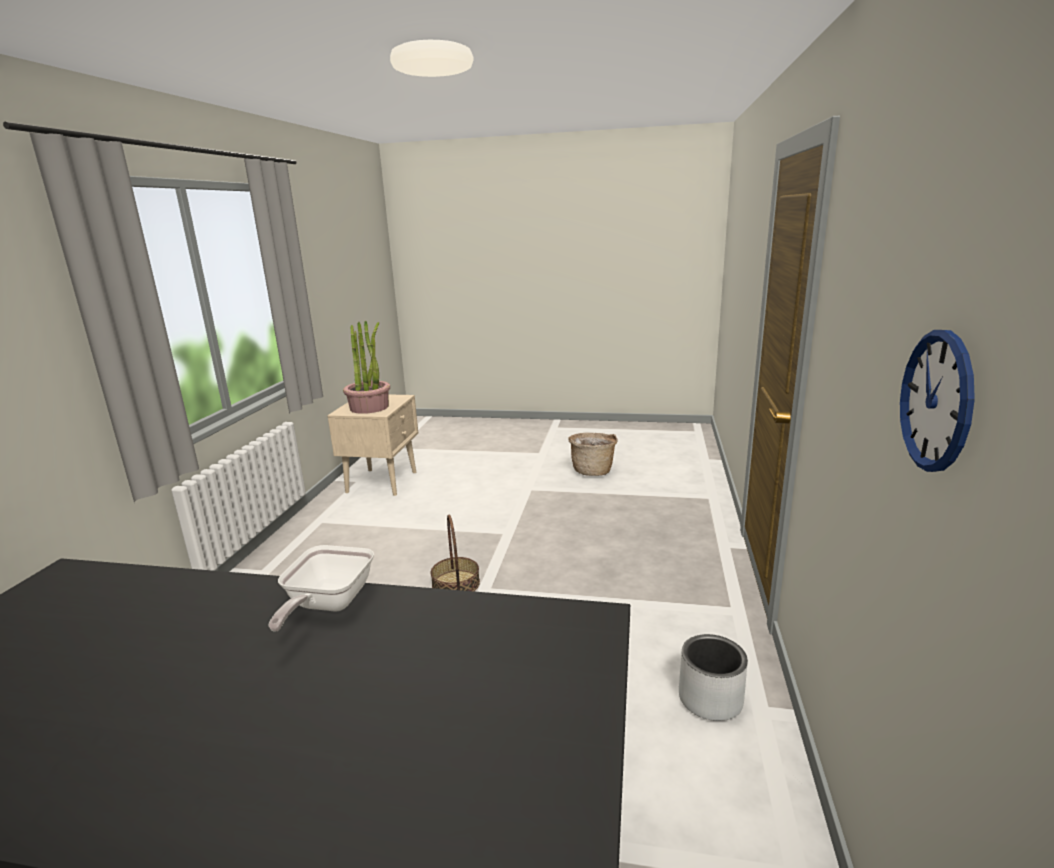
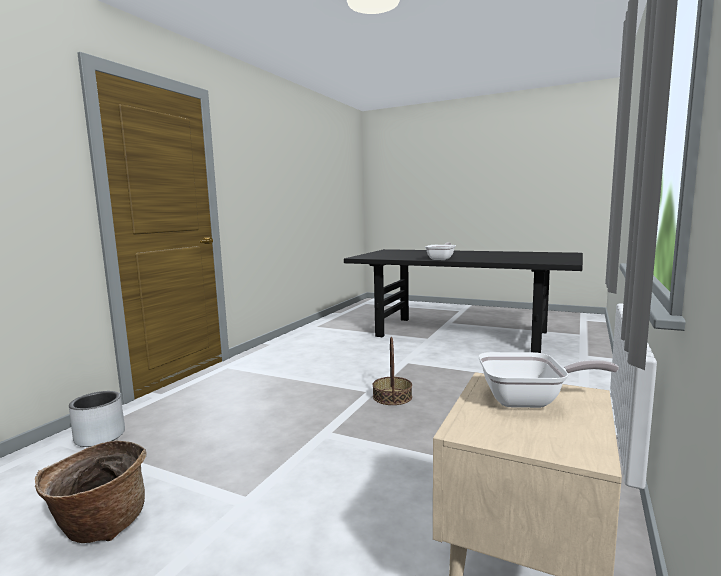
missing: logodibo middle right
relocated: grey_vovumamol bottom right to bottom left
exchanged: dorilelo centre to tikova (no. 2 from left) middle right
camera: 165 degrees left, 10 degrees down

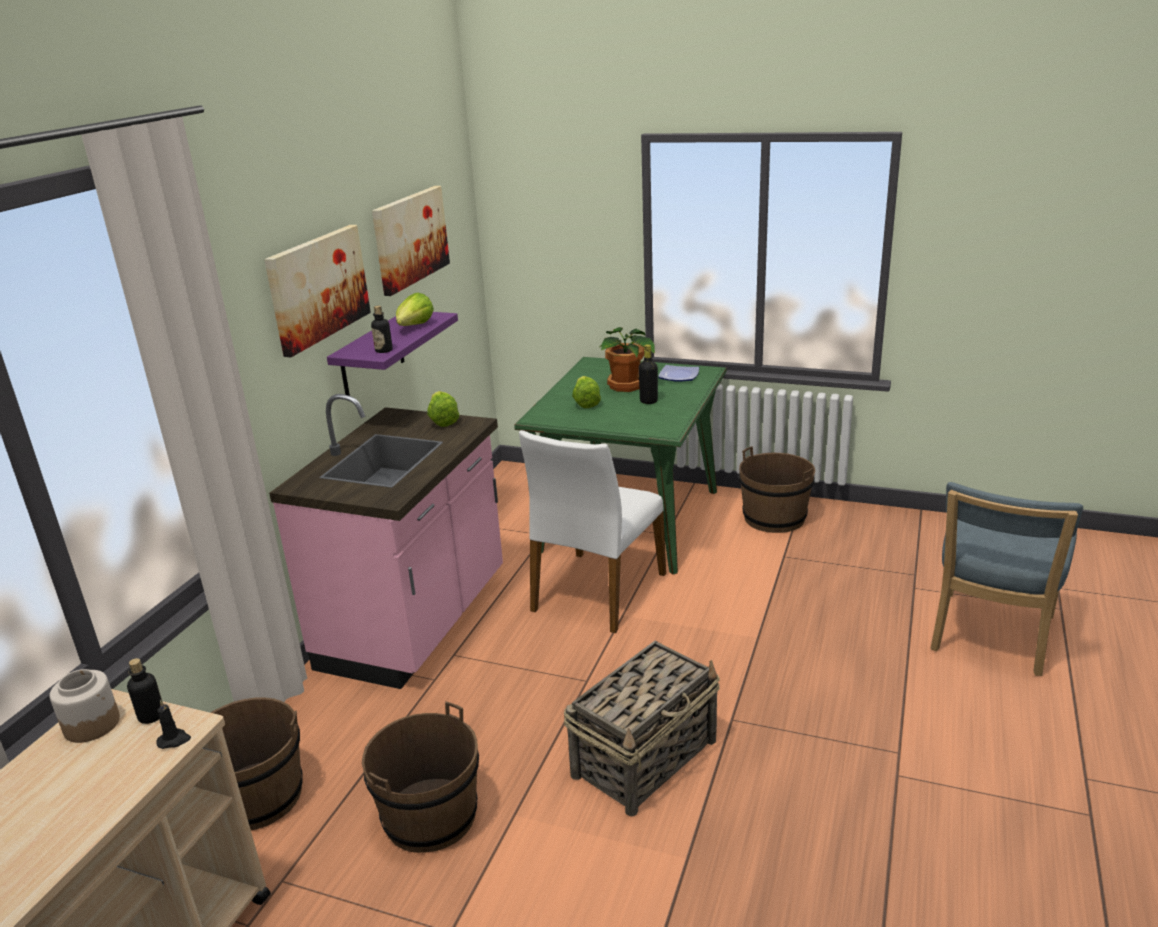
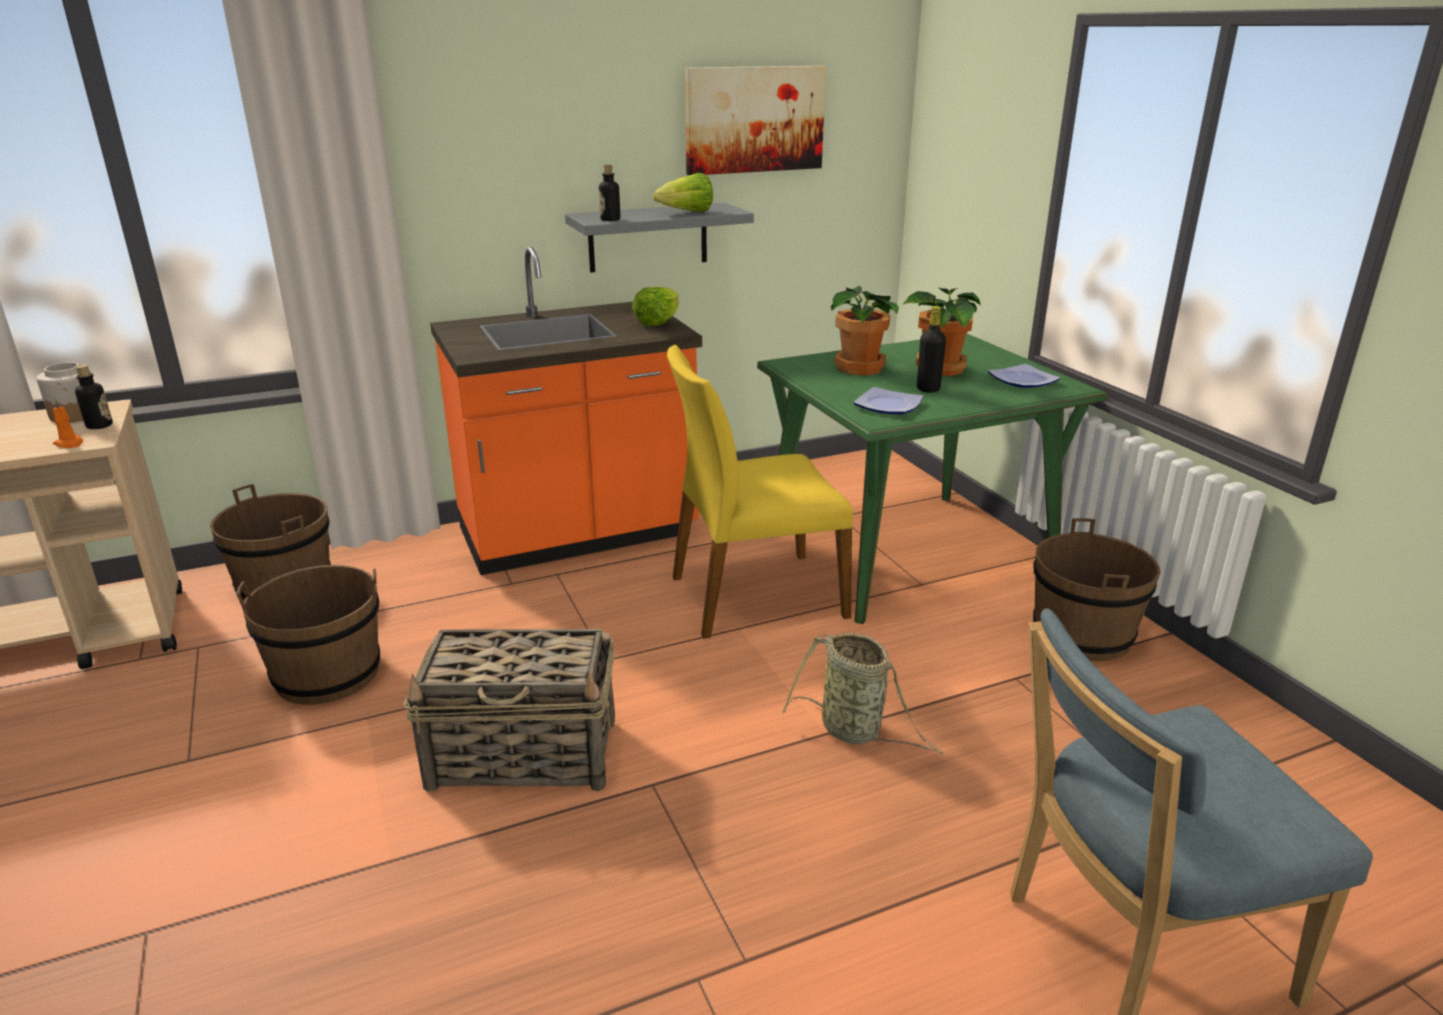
missing: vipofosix (no. 1 from left) top left
appeared: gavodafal (no. 1 from left) centre; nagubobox (no. 2 from left) bottom centre
exchanged: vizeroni (no. 3 from left) centre to dorilelo (no. 1 from left) top centre
colour: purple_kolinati centre to grey_kolinati top centre; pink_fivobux centre to orange_fivobux centre; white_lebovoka centre to yellow_lebovoka centre; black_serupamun bottom left to orange_serupamun middle left
camera: 45 degrees right, 0 degrees up

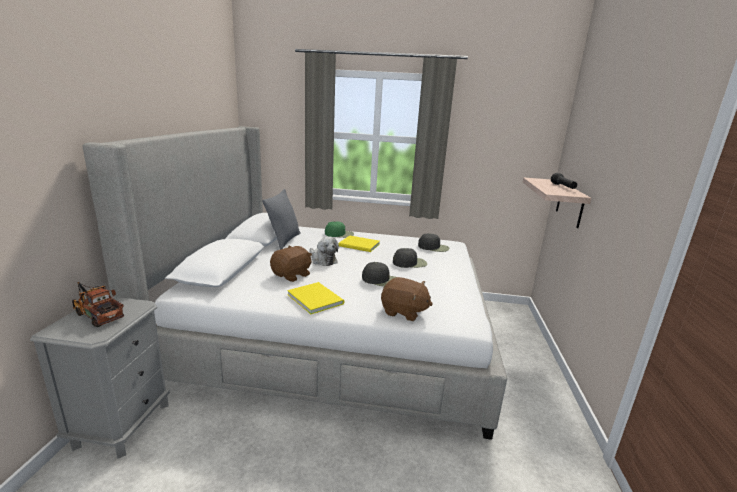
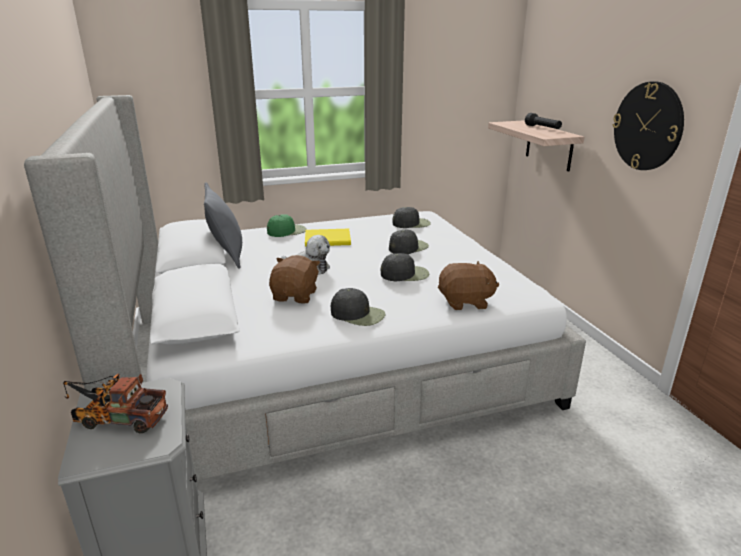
appeared: logodibo top right
exchanged: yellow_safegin (no. 1 from left) centre to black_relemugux (no. 1 from left) centre
camera: 25 degrees left, 5 degrees up

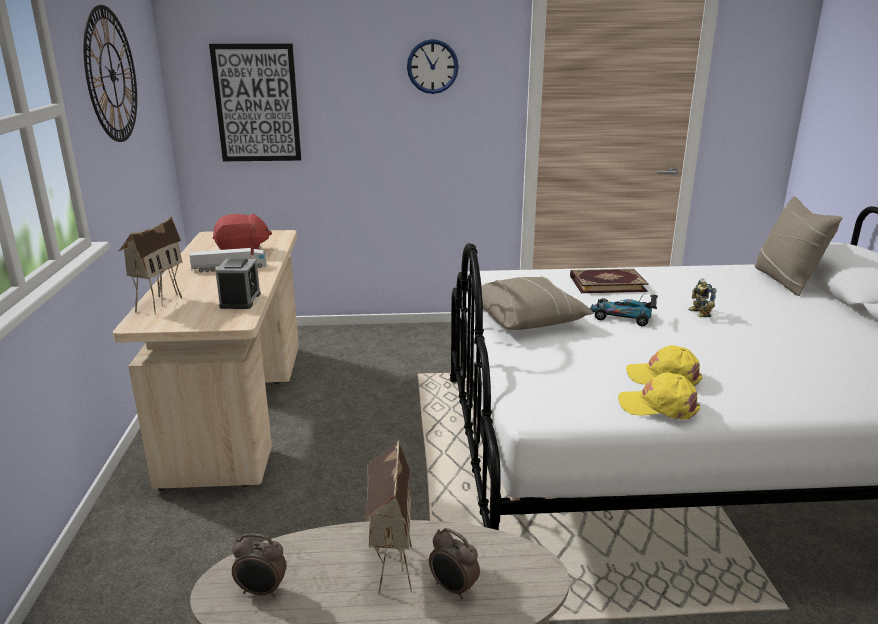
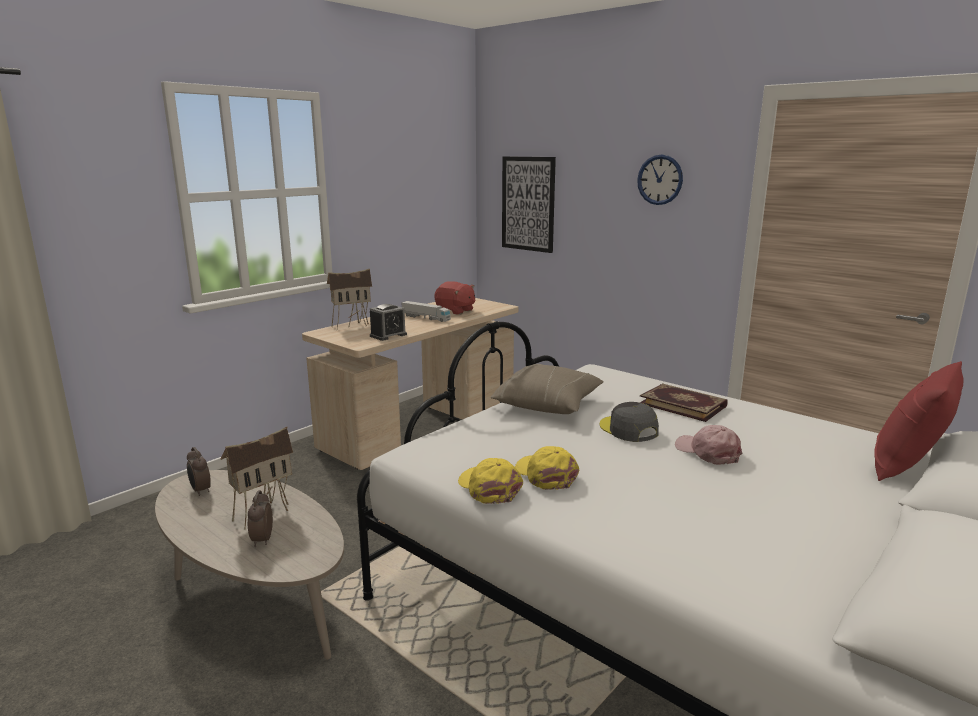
missing: logodibo (no. 1 from left) top left
exchanged: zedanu middle right to pink_relemugux middle right; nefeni middle right to grey_relemugux centre
colour: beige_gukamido (no. 2 from left) middle right to red_gukamido middle right
camera: 45 degrees right, 5 degrees down

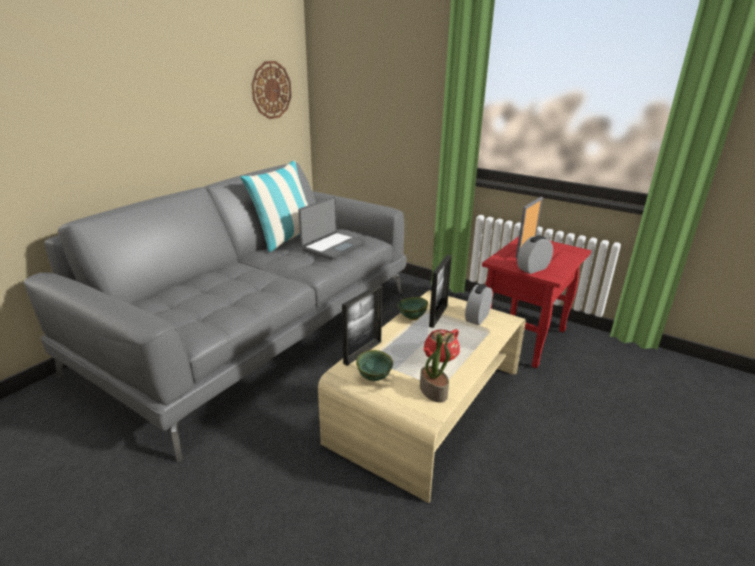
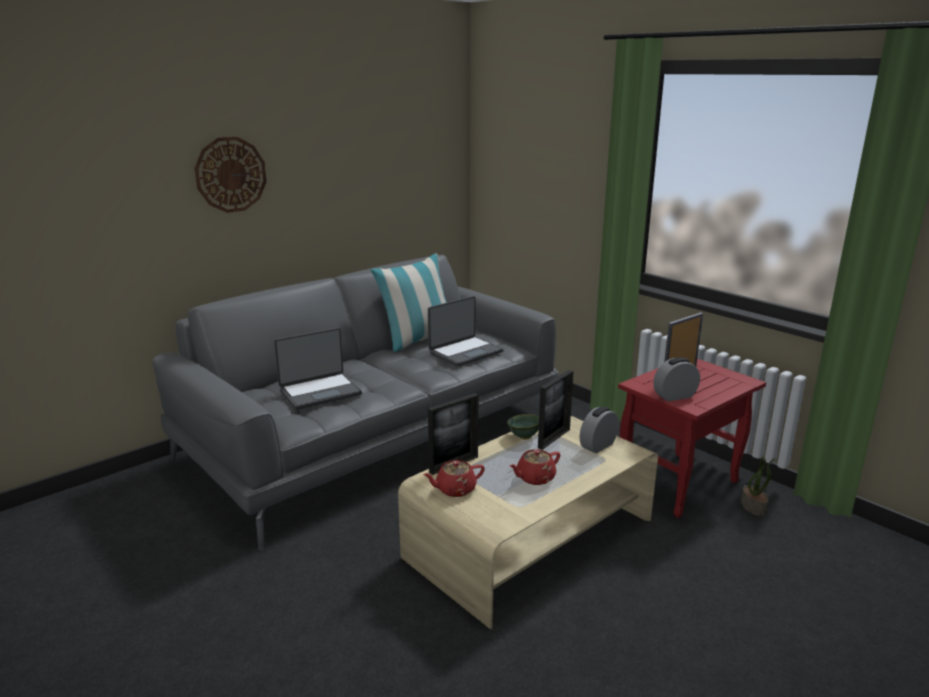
appeared: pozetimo (no. 1 from left) centre
relocated: logodibo top centre to top left; dorilelo centre to bottom right
exchanged: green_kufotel (no. 1 from left) centre to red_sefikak (no. 1 from left) bottom centre
camera: 15 degrees right, 5 degrees down

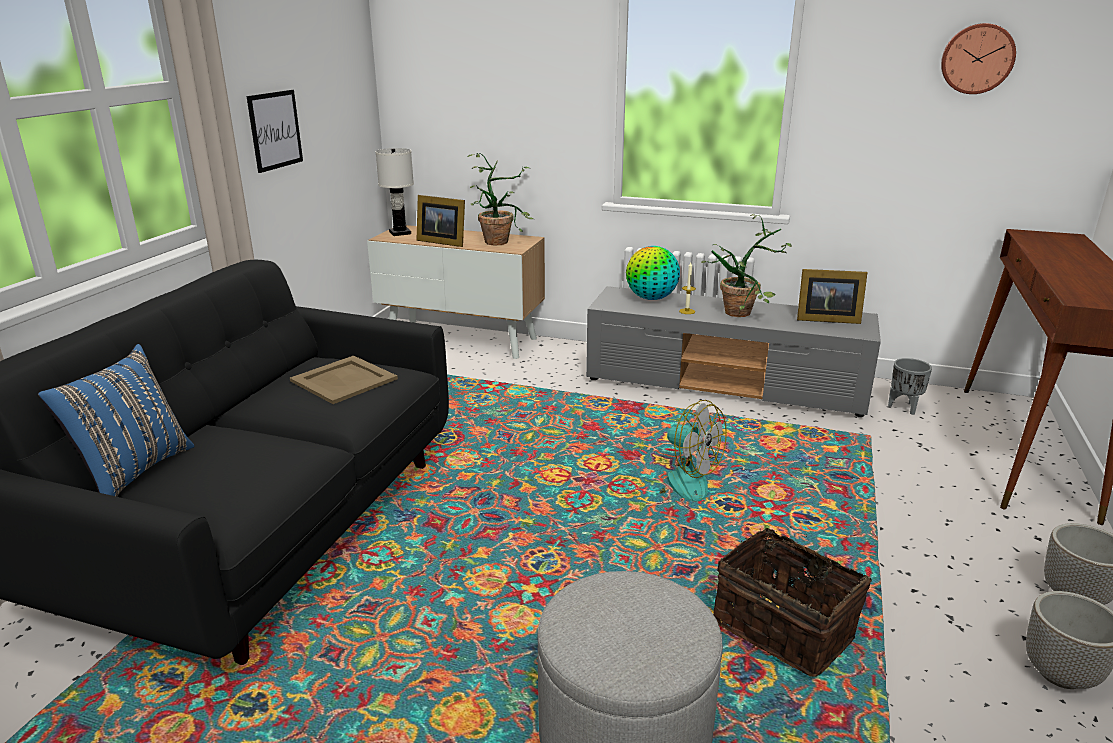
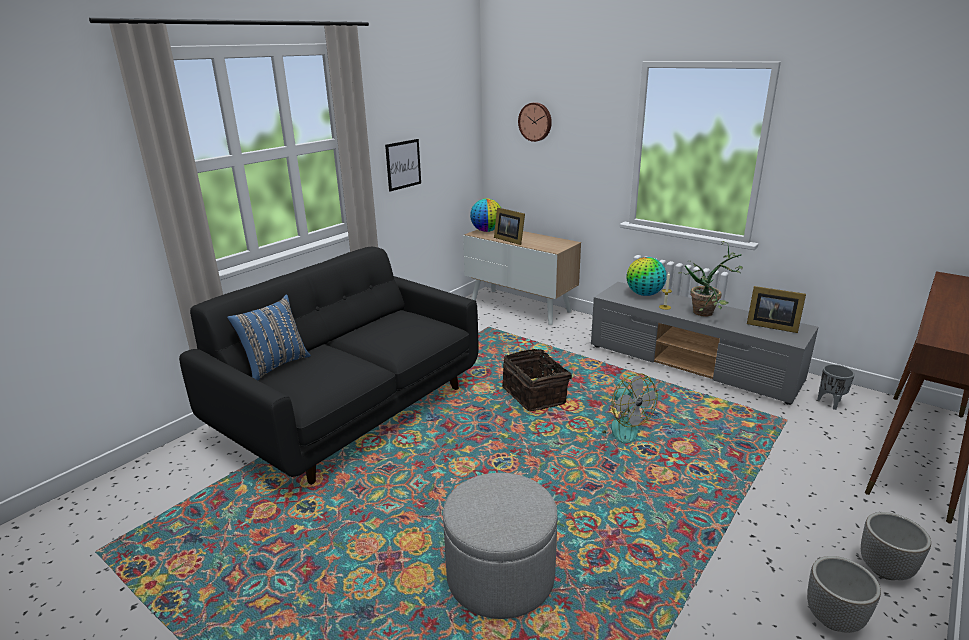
missing: dorilelo (no. 1 from left) top centre; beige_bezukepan middle left
relocated: logodibo top right to top centre; nagubobox bottom right to centre
exchanged: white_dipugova top centre to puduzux (no. 1 from left) centre
camera: 20 degrees right, 0 degrees up

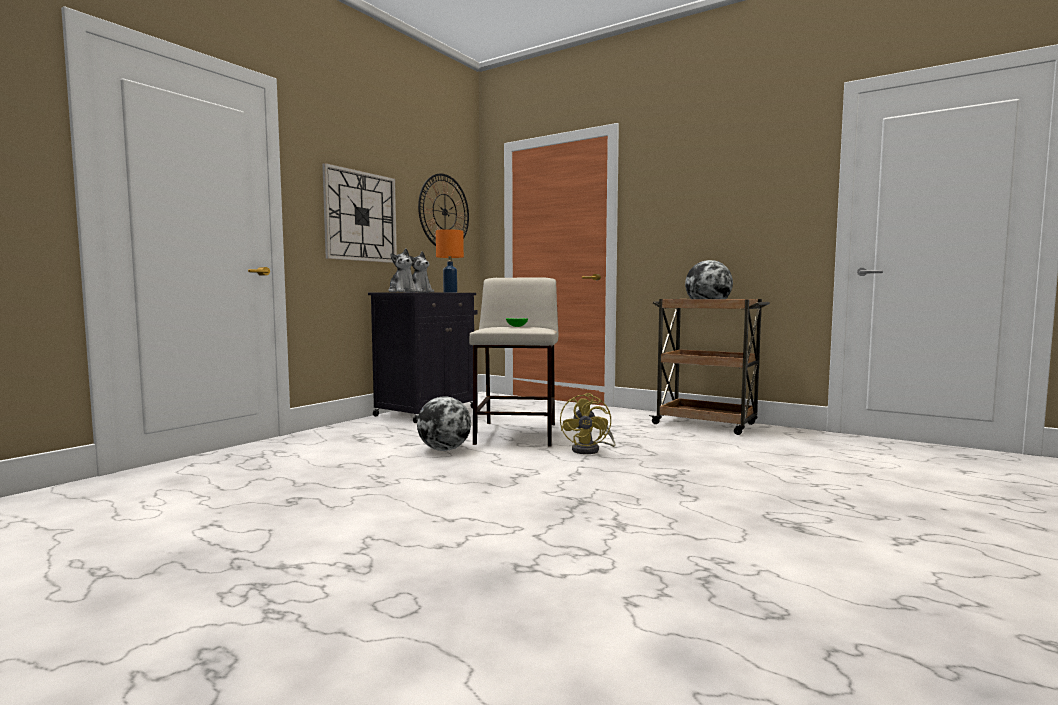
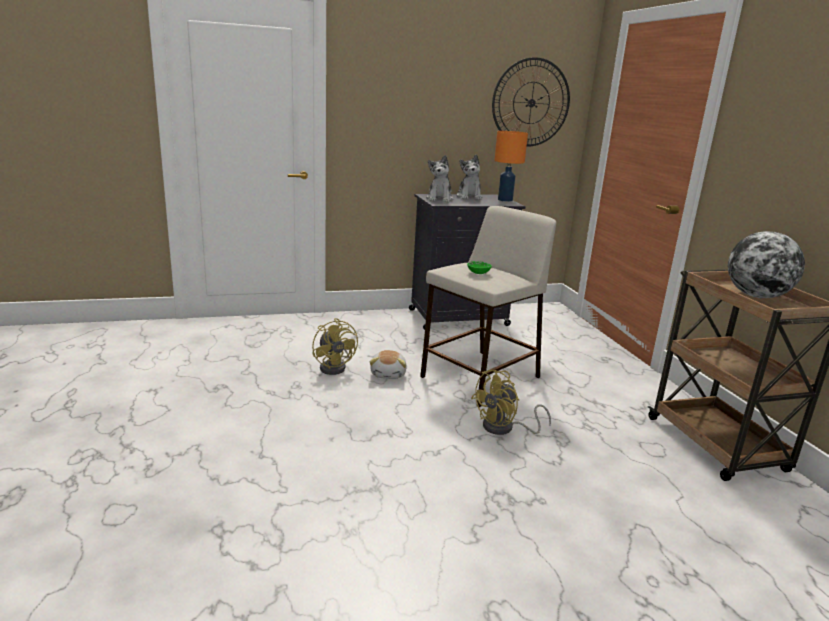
missing: logodibo (no. 1 from left) top centre
appeared: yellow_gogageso (no. 1 from left) centre
exchanged: puduzux (no. 1 from left) centre to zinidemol (no. 1 from left) centre
camera: 40 degrees right, 15 degrees up

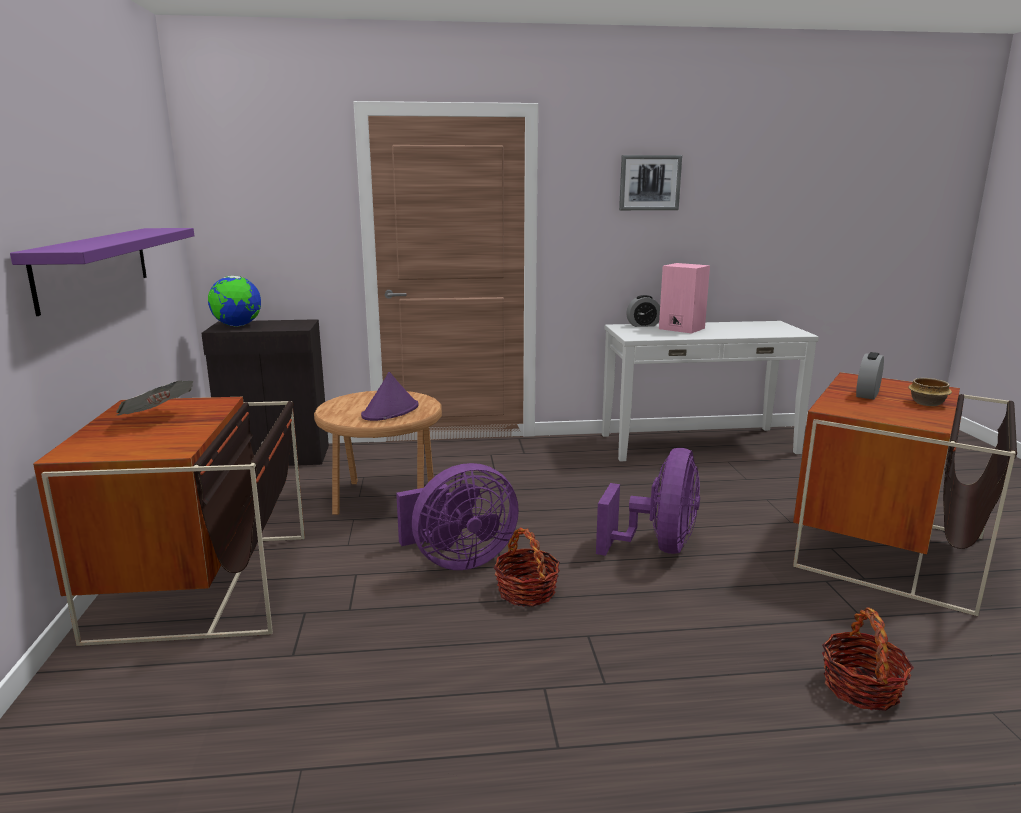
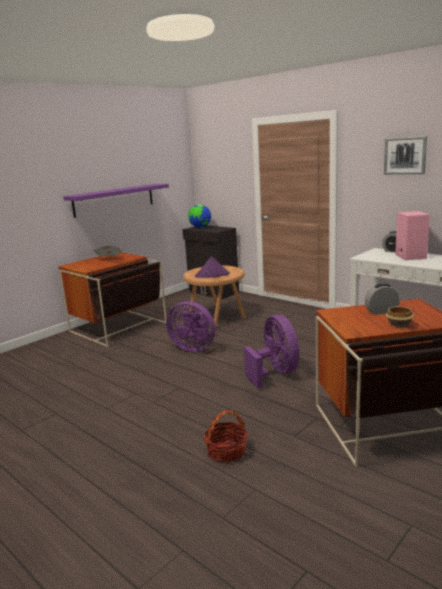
missing: nagubobox (no. 1 from left) bottom centre
spun: purple_gogageso (no. 2 from left) centre = centre 90 degrees counterclockwise
camera: 50 degrees right, 0 degrees up

